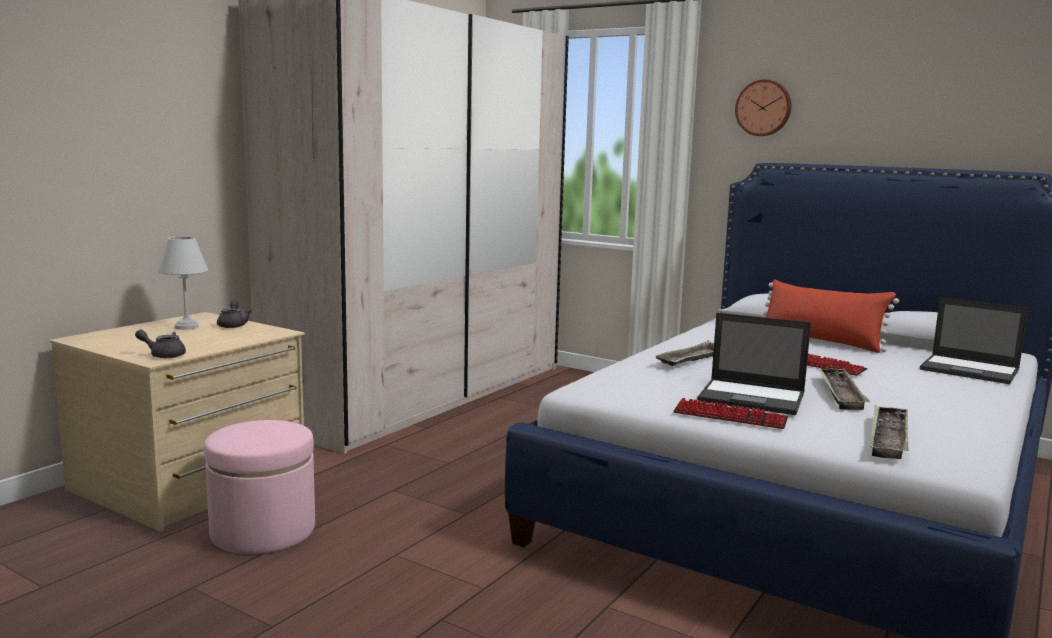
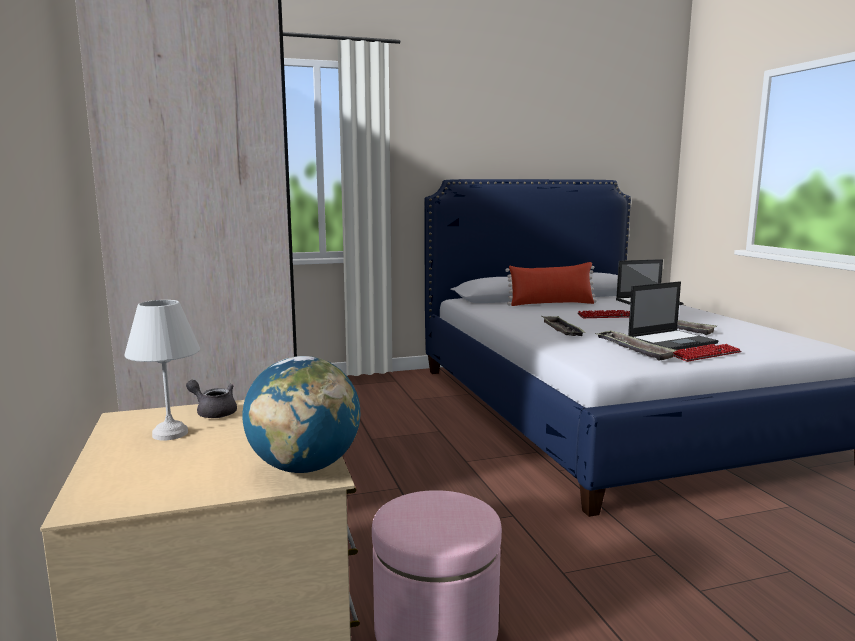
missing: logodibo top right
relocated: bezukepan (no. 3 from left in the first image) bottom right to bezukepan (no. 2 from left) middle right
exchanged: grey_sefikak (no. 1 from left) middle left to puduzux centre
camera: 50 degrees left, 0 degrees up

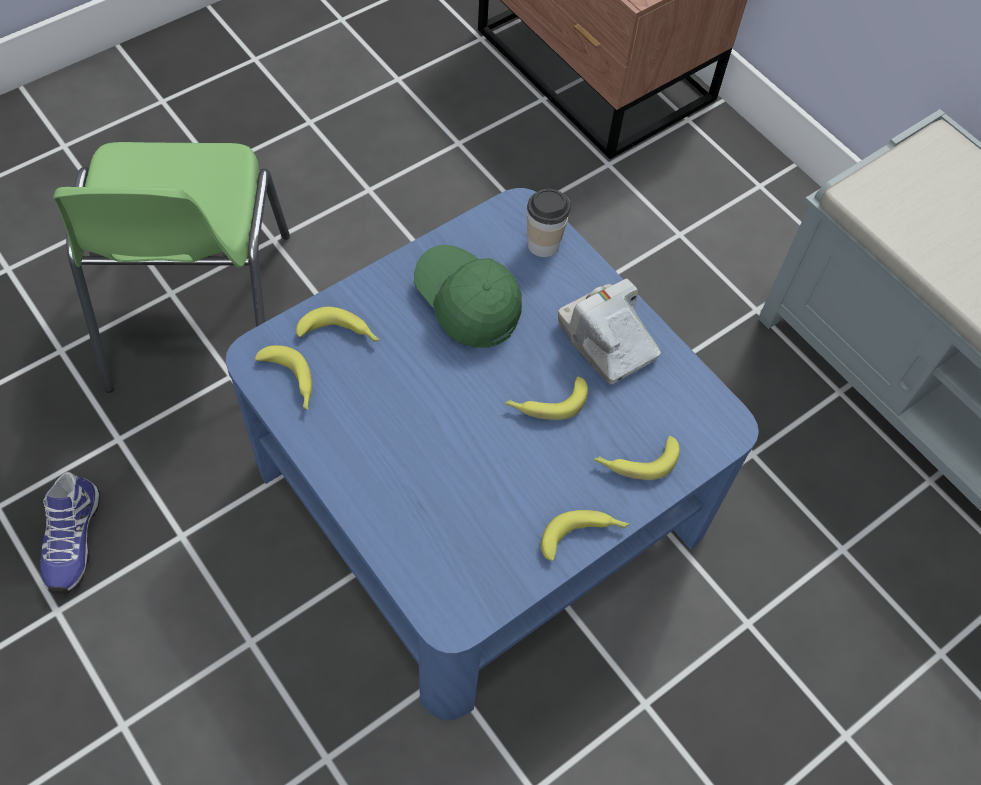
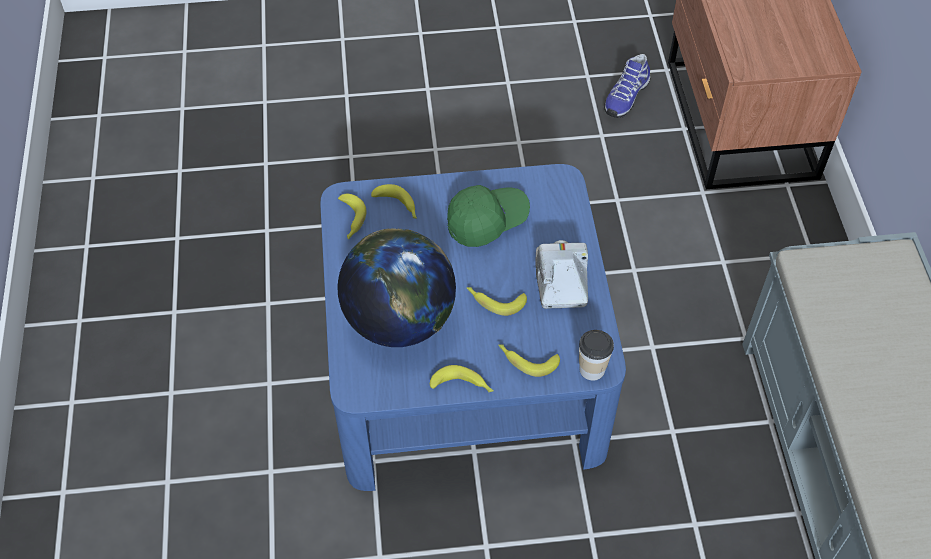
missing: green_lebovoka middle left
appeared: puduzux centre
relocated: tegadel top centre to centre; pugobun bottom left to top right
spun: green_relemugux centre = centre 75 degrees clockwise
camera: 35 degrees right, 5 degrees down

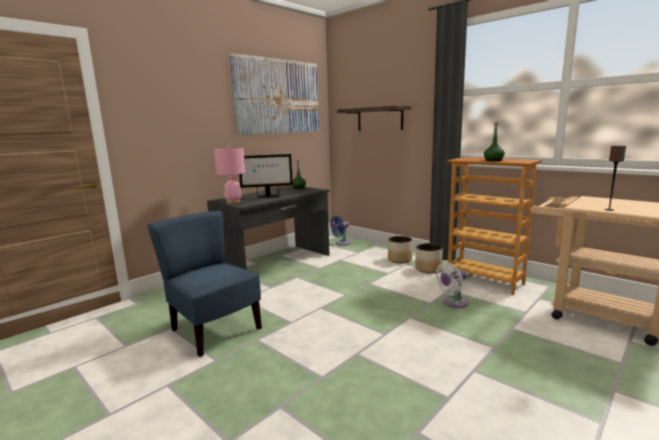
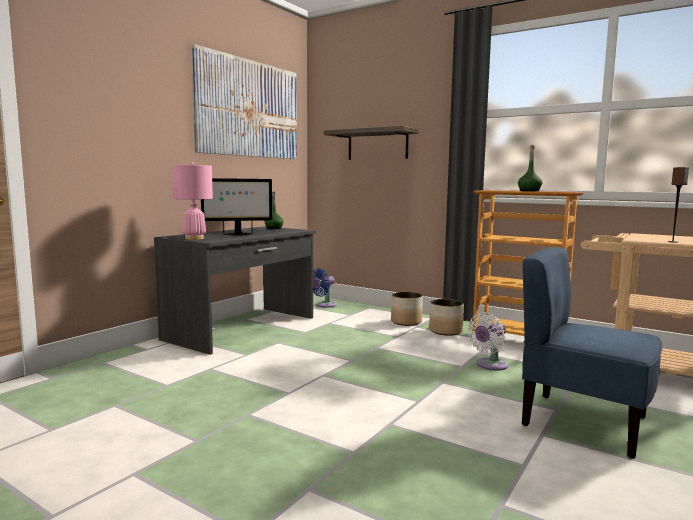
relocated: blue_lebovoka middle left to bottom right
camera: 10 degrees left, 5 degrees down

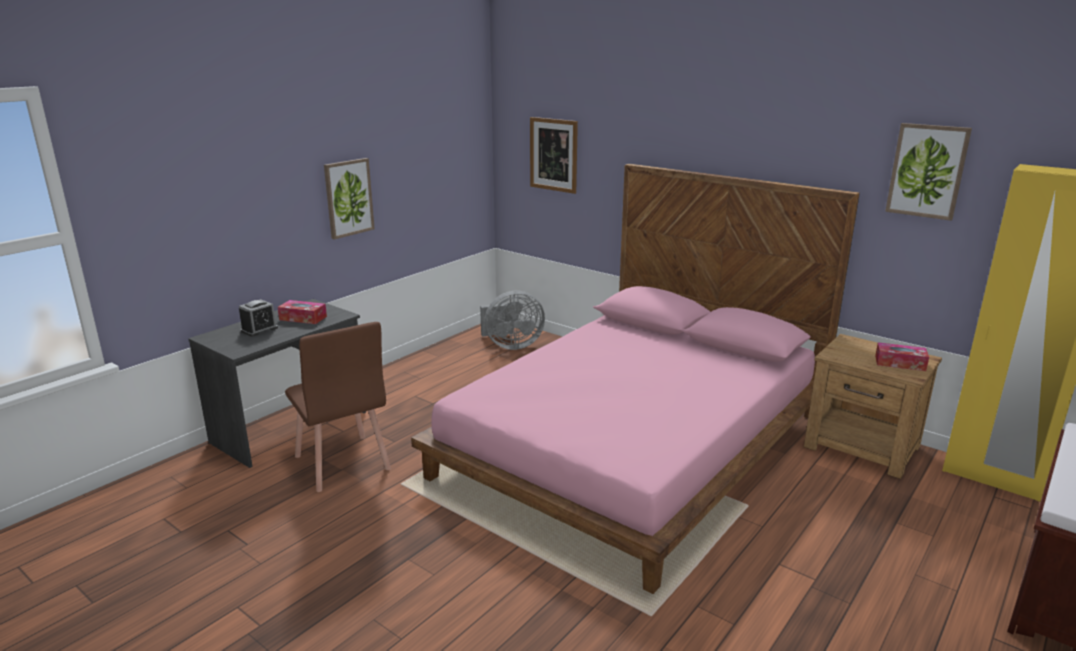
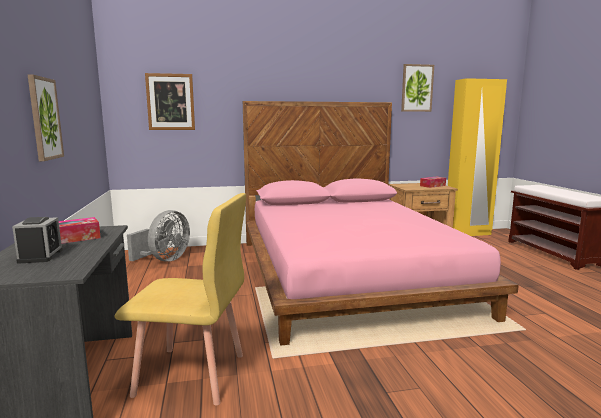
colour: brown_lebovoka middle left to yellow_lebovoka bottom left
camera: 50 degrees left, 10 degrees down

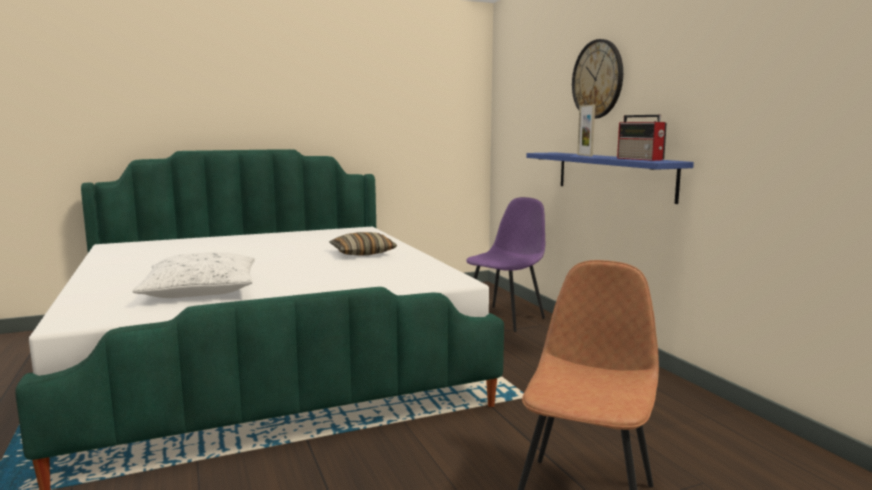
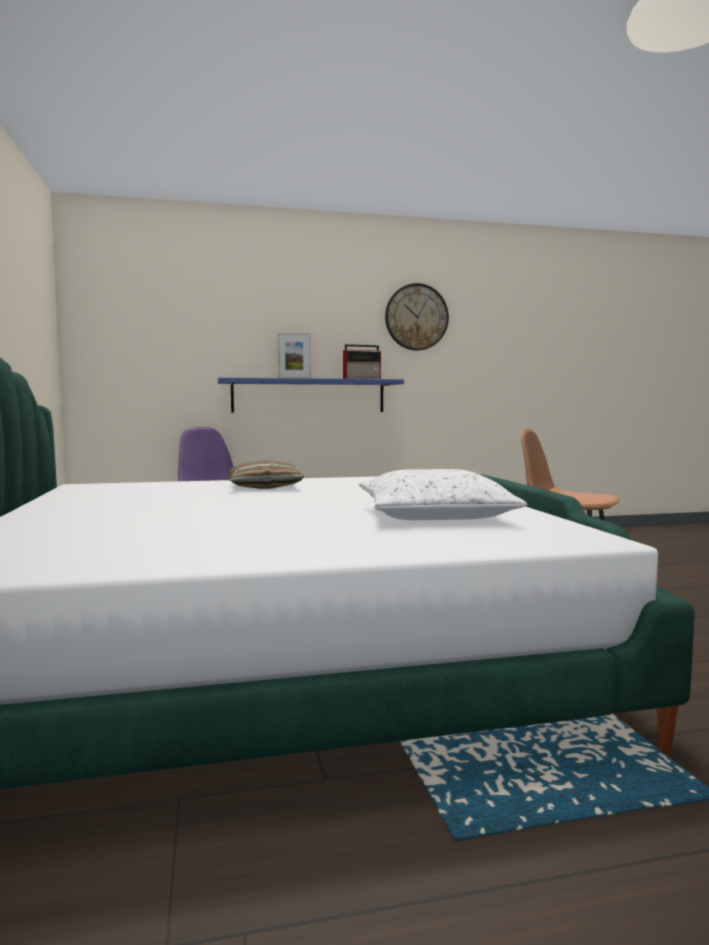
relocated: logodibo top right to centre
camera: 80 degrees left, 5 degrees down

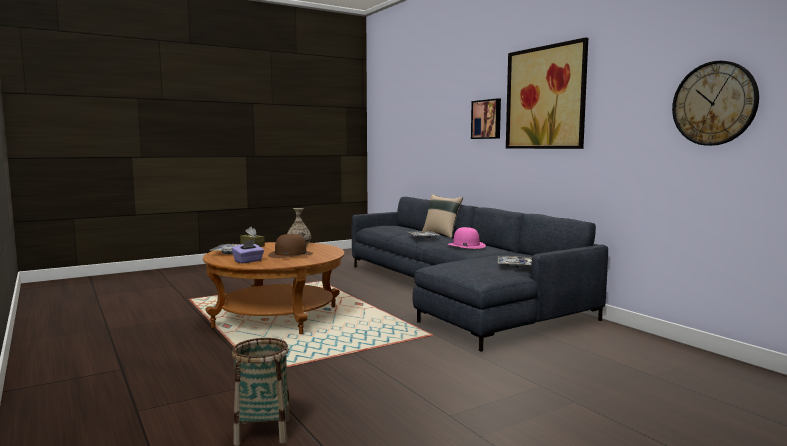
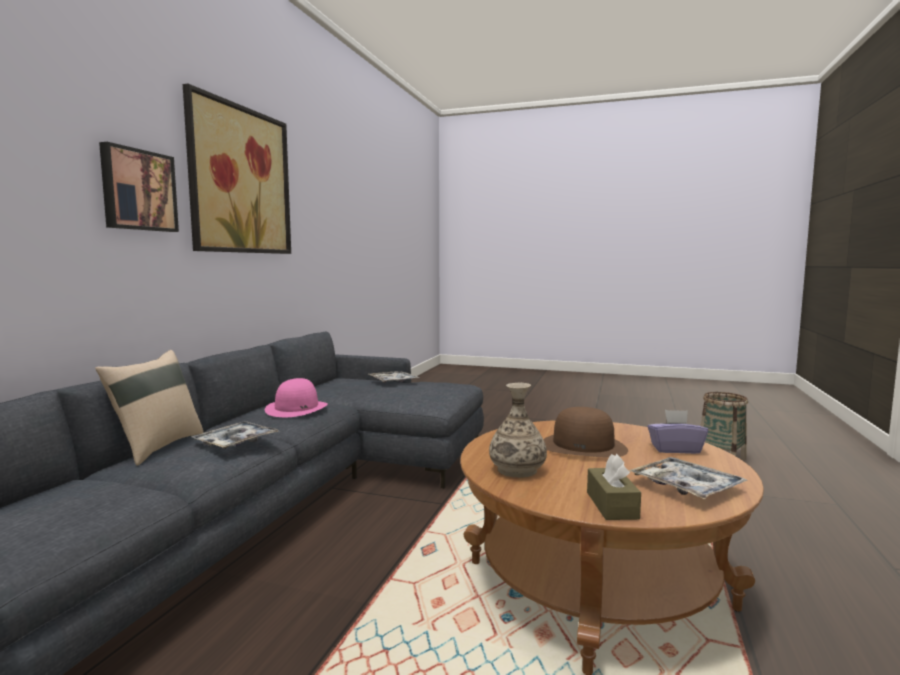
missing: logodibo top right
camera: 130 degrees left, 0 degrees up

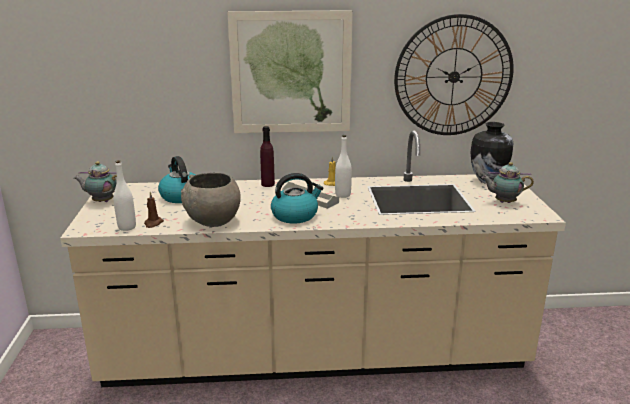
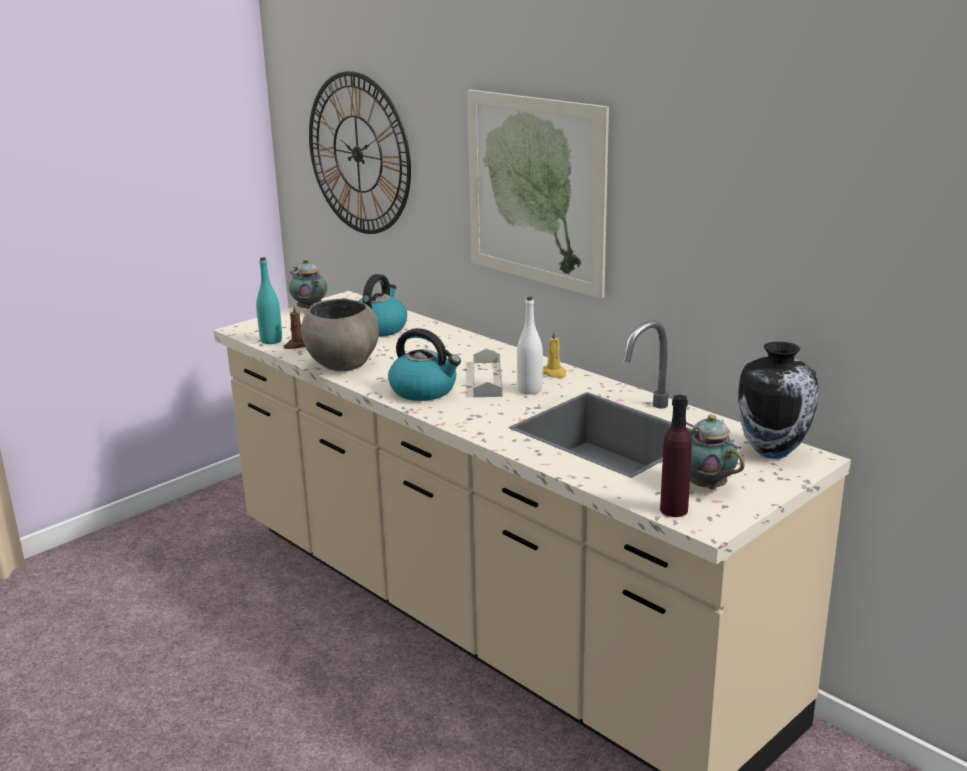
relocated: logodibo top right to top centre; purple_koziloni centre to middle right
colour: white_koziloni (no. 1 from left) middle left to turquoise_koziloni middle left
camera: 50 degrees right, 0 degrees up

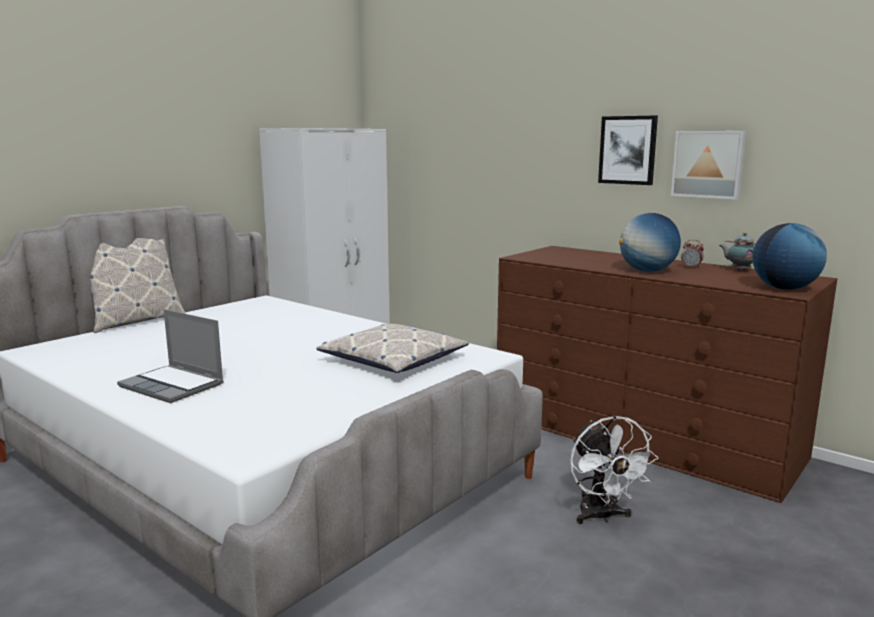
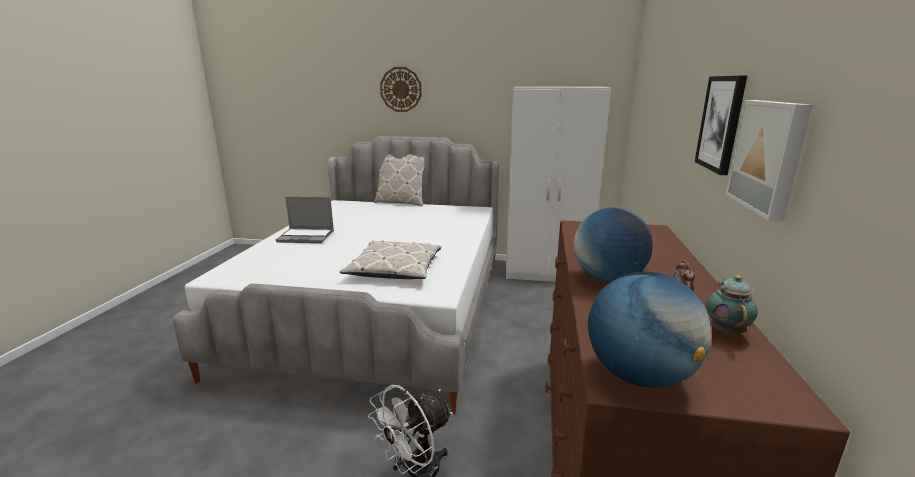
appeared: logodibo top centre
spun: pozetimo middle left = centre 90 degrees counterclockwise
camera: 60 degrees right, 5 degrees up

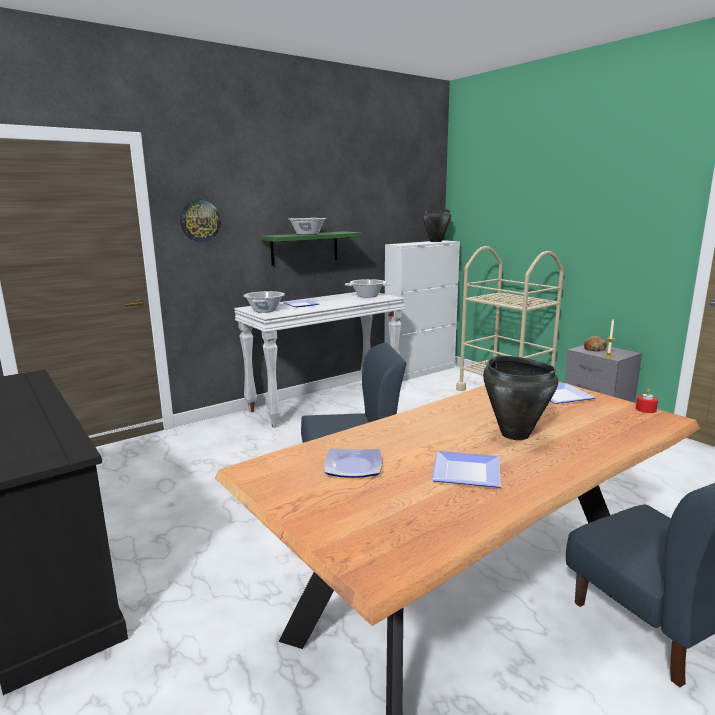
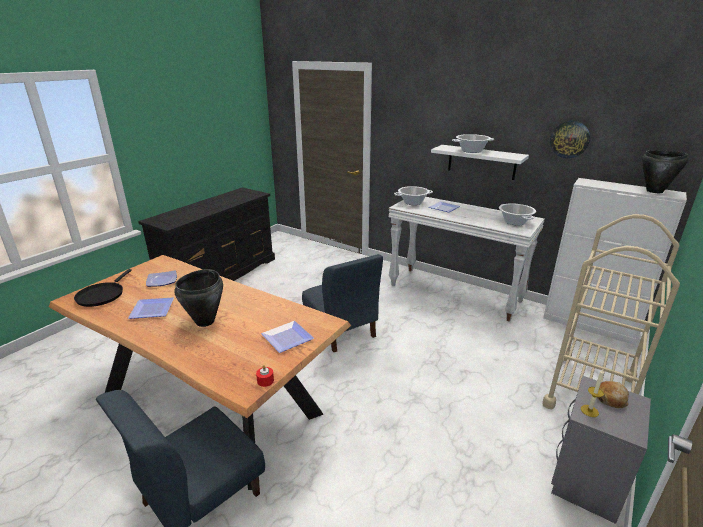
appeared: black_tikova middle left
relocated: logodibo top left to top right
colour: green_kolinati centre to white_kolinati top right
camera: 70 degrees right, 10 degrees up

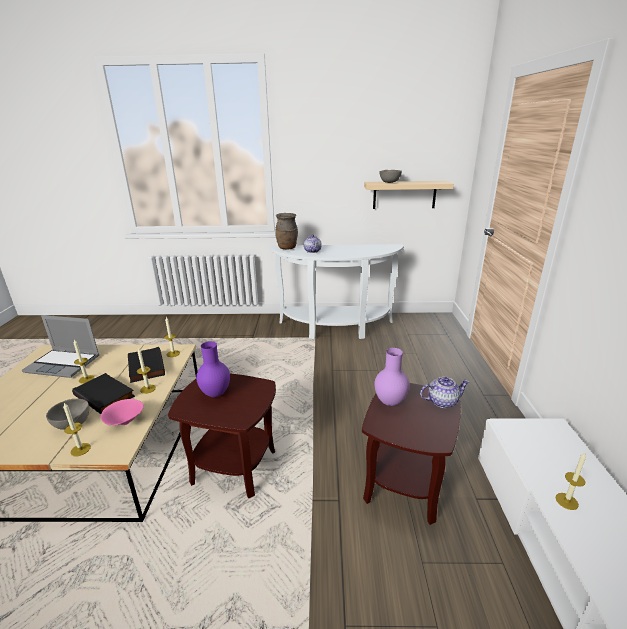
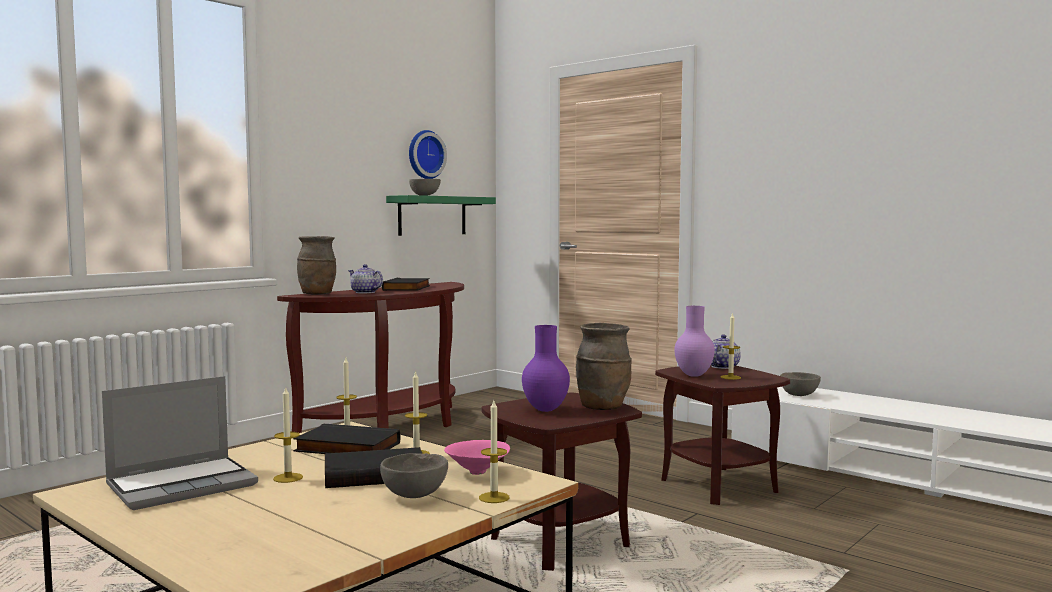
appeared: logodibo top centre; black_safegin (no. 3 from left) centre; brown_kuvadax (no. 2 from left) centre; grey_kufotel (no. 3 from left) middle right
relocated: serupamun (no. 5 from left) bottom right to middle right
colour: beige_kolinati top centre to green_kolinati centre; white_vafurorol centre to brown_vafurorol centre
camera: 50 degrees left, 20 degrees down

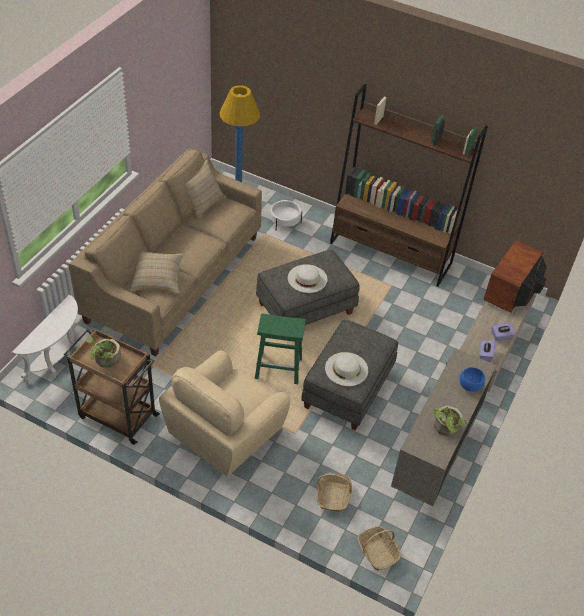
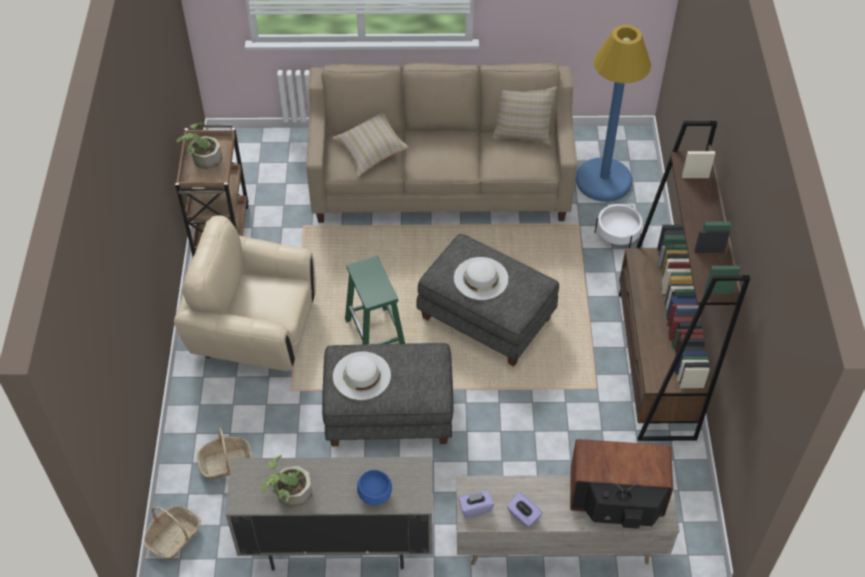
missing: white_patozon middle left
camera: 65 degrees right, 5 degrees up

